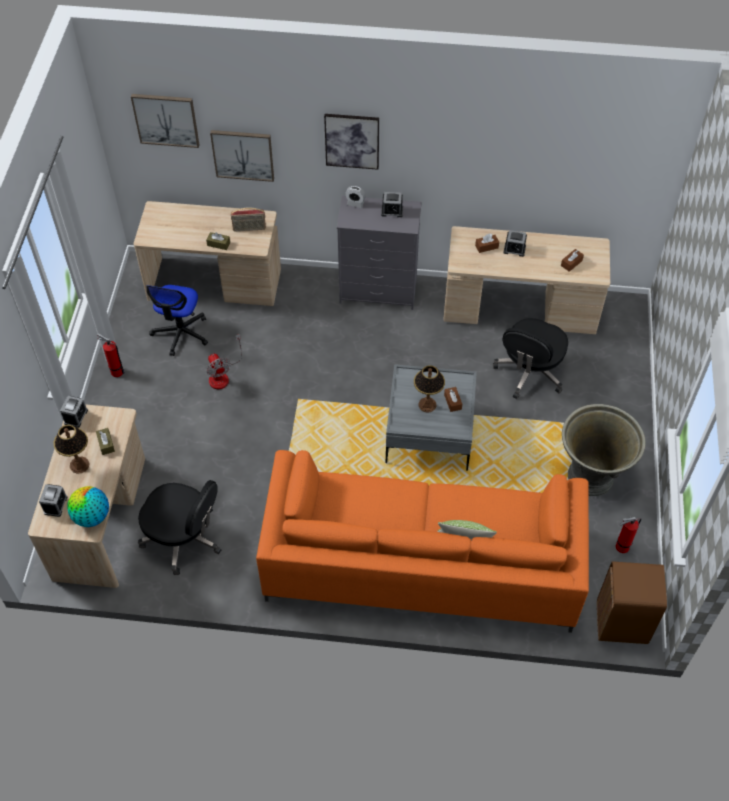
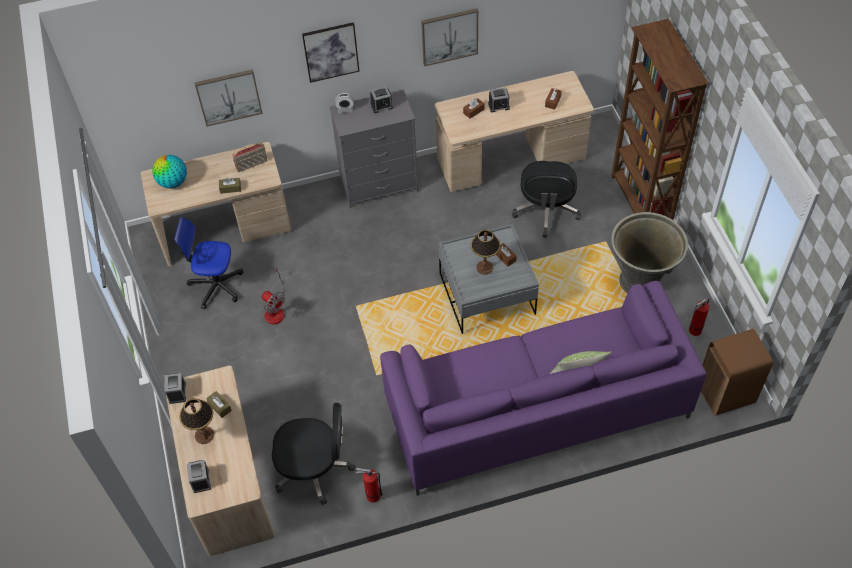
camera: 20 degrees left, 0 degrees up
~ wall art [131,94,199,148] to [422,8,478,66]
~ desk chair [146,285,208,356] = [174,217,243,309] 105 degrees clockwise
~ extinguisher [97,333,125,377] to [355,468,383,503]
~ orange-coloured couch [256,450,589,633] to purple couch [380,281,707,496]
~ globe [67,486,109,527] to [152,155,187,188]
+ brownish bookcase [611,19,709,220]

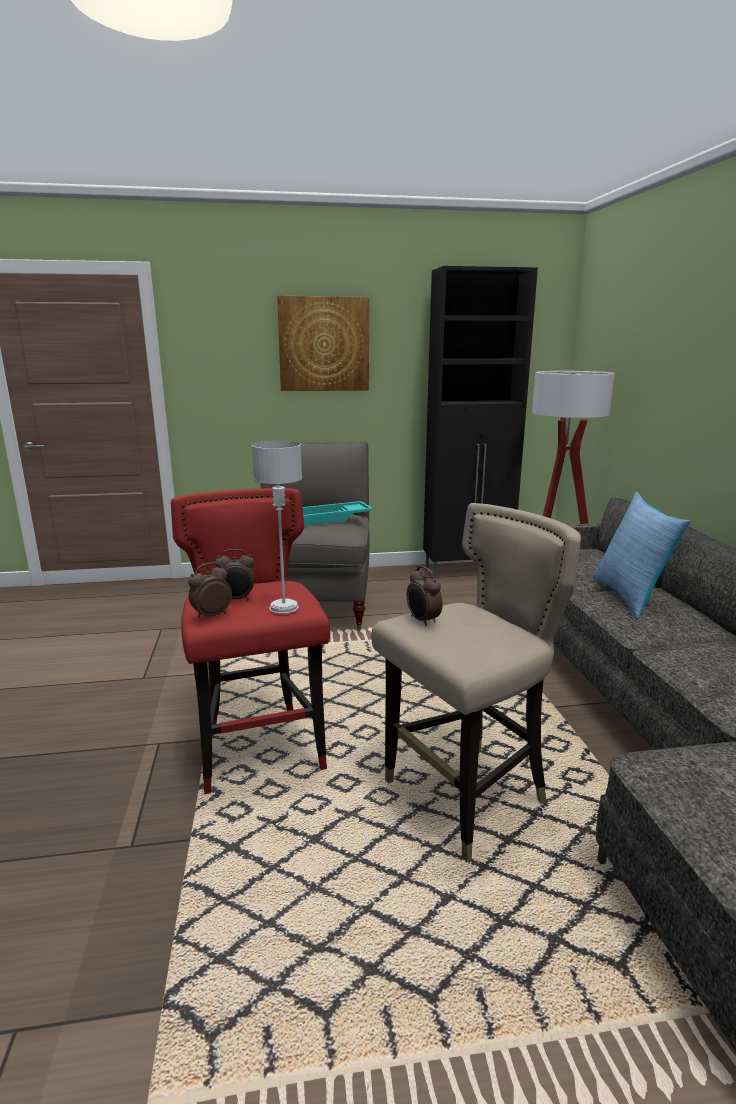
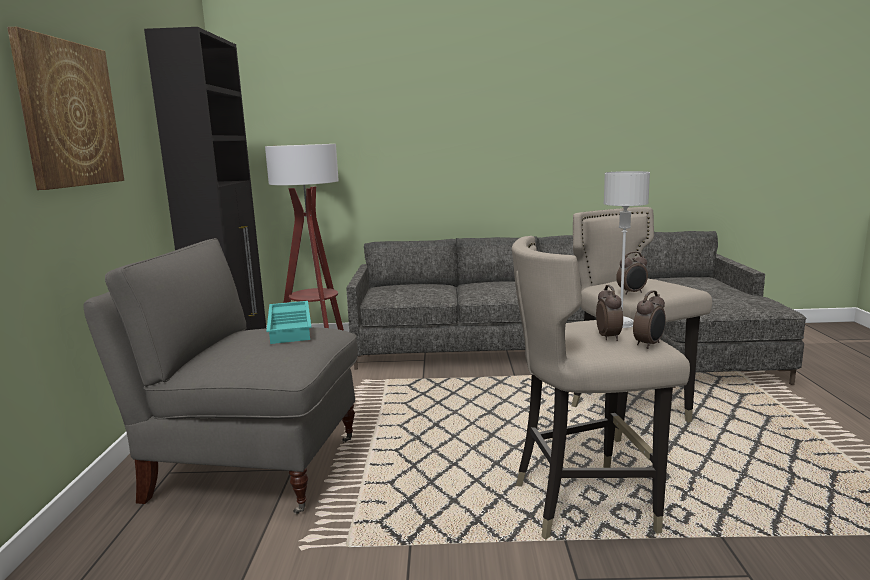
camera: 80 degrees left, 5 degrees down
~ reddish sitting stool [171,488,330,794] to beige sitting stool [512,236,690,540]
- pillow [593,492,691,619]
~ bedside clock [188,562,232,620] = [633,290,666,349] 105 degrees counterclockwise

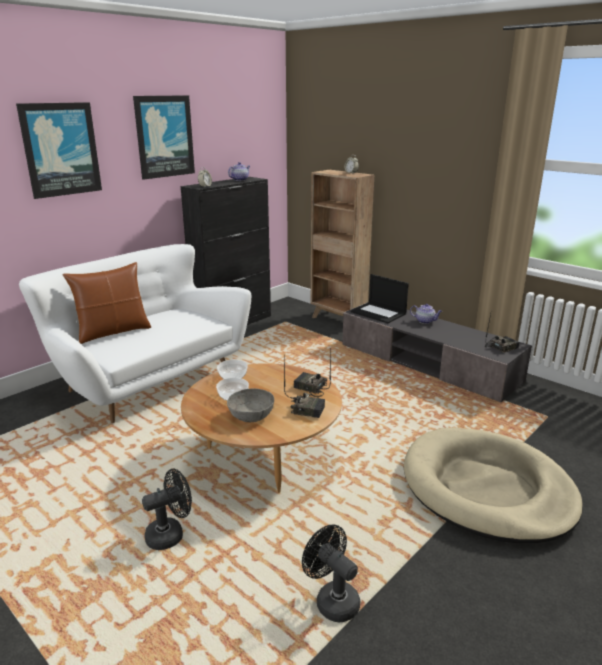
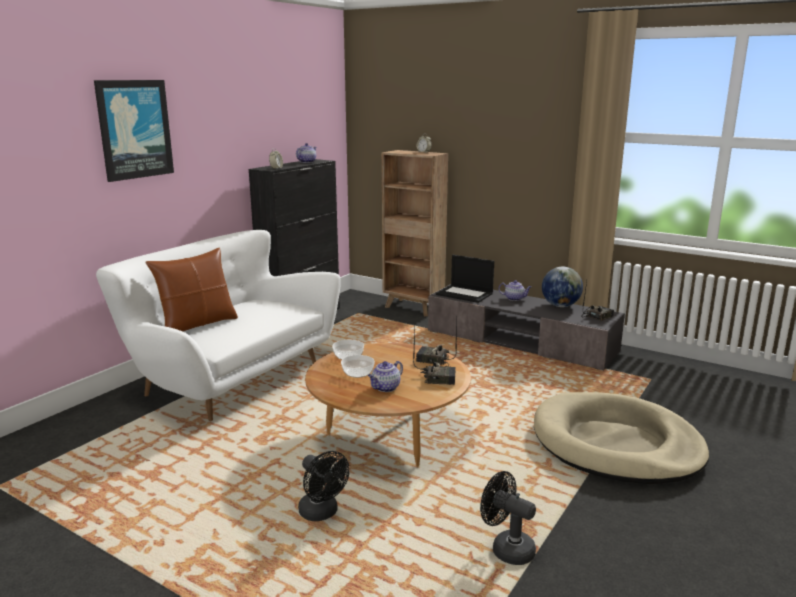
camera: 10 degrees left, 5 degrees down
- wall art [133,95,195,180]
~ gray deep dish [227,388,274,422] to pot for tea [368,361,403,392]
~ black-coloured electric fan [142,469,192,550] = [298,451,350,521] 90 degrees clockwise
+ globe [542,267,583,307]

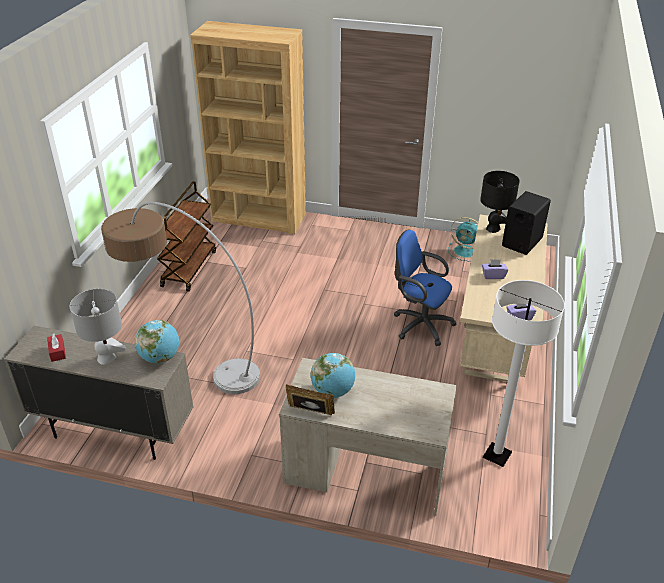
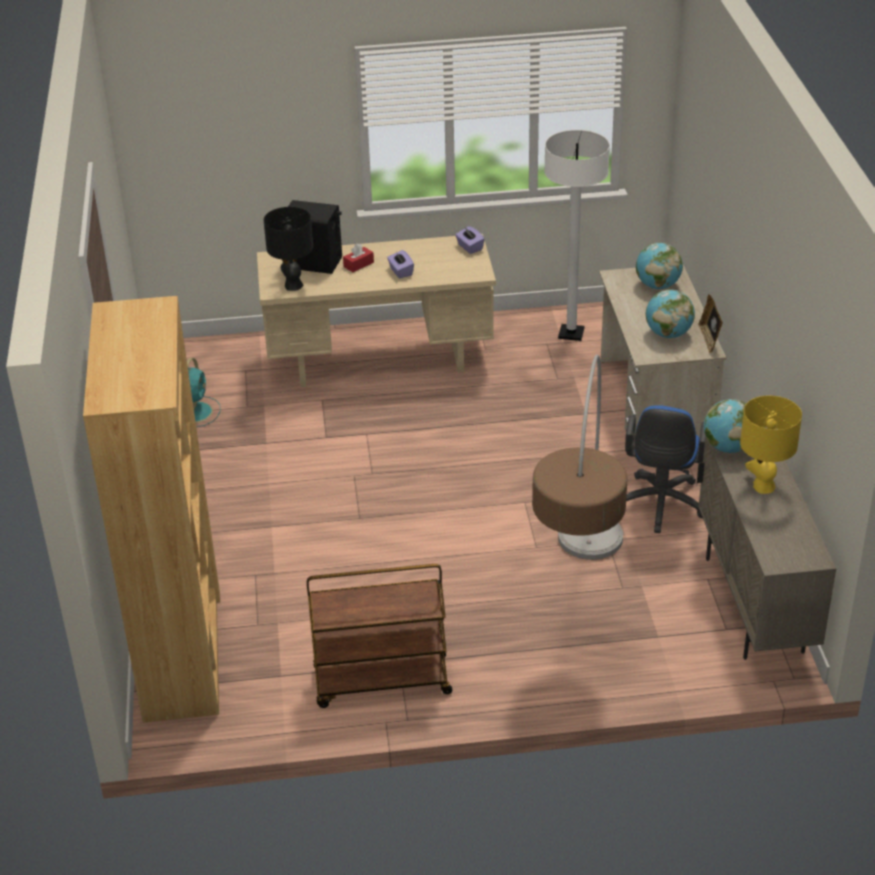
camera: 110 degrees left, 0 degrees up
~ bluish desk chair [394,230,457,346] to [625,405,705,533]
~ gray table lamp [70,289,126,365] to yellow-coloured table lamp [740,395,802,494]
~ reddish tissue holder [47,333,66,362] to [343,243,374,272]
+ globe [636,242,683,289]

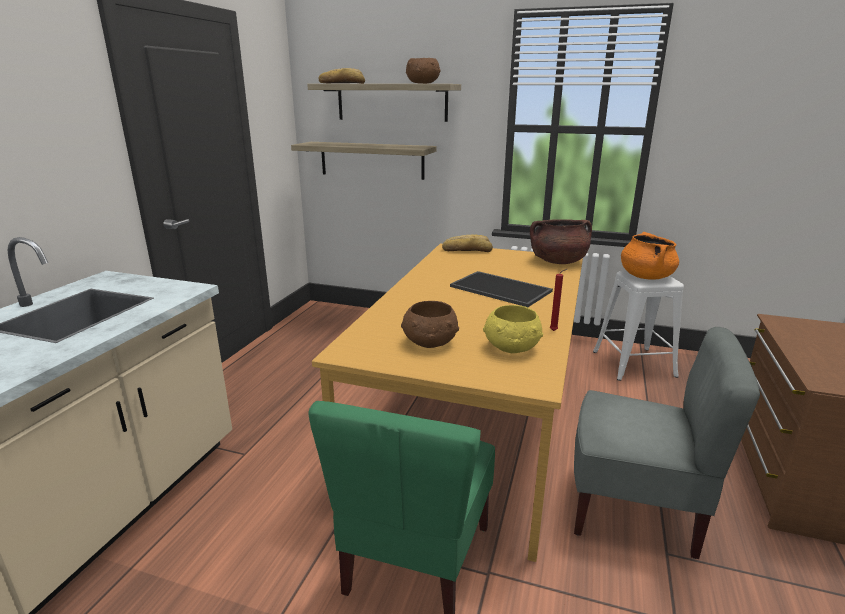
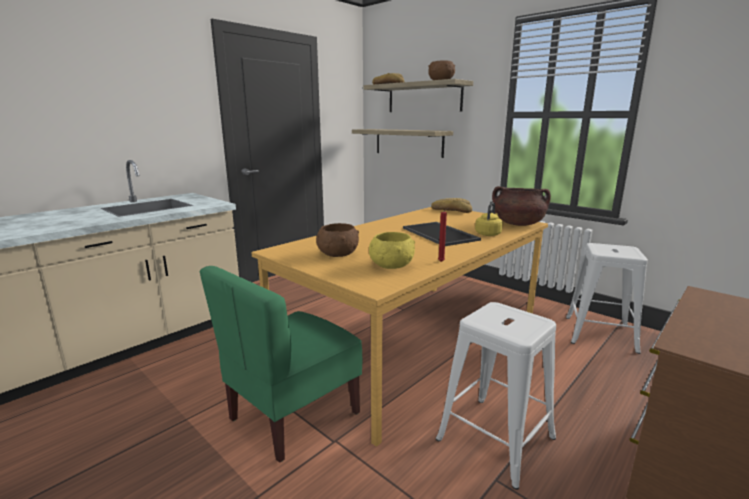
camera: 25 degrees right, 5 degrees down
- orange-coloured stockpot [621,232,679,280]
~ gray plain chair [574,327,760,559] to white-coloured sitting stool [436,302,556,490]
+ yellow-coloured water kettle [475,202,503,236]

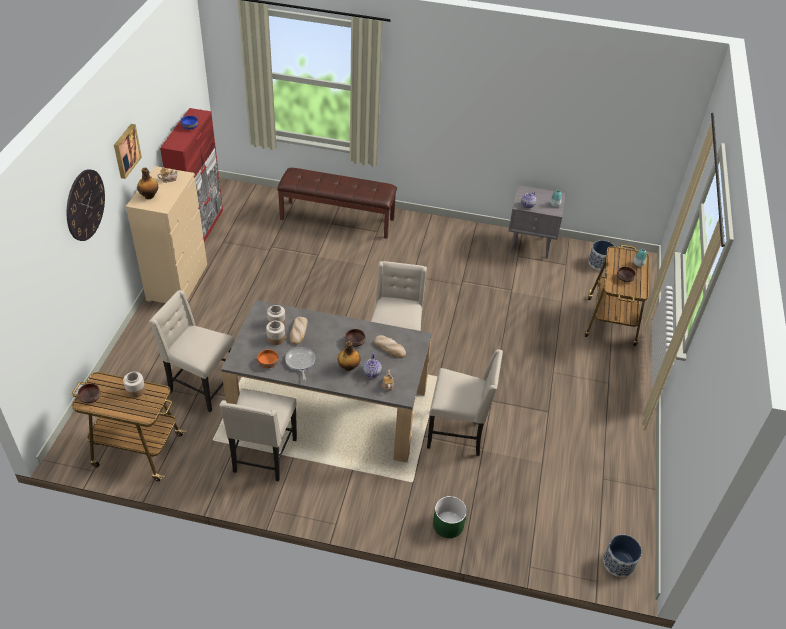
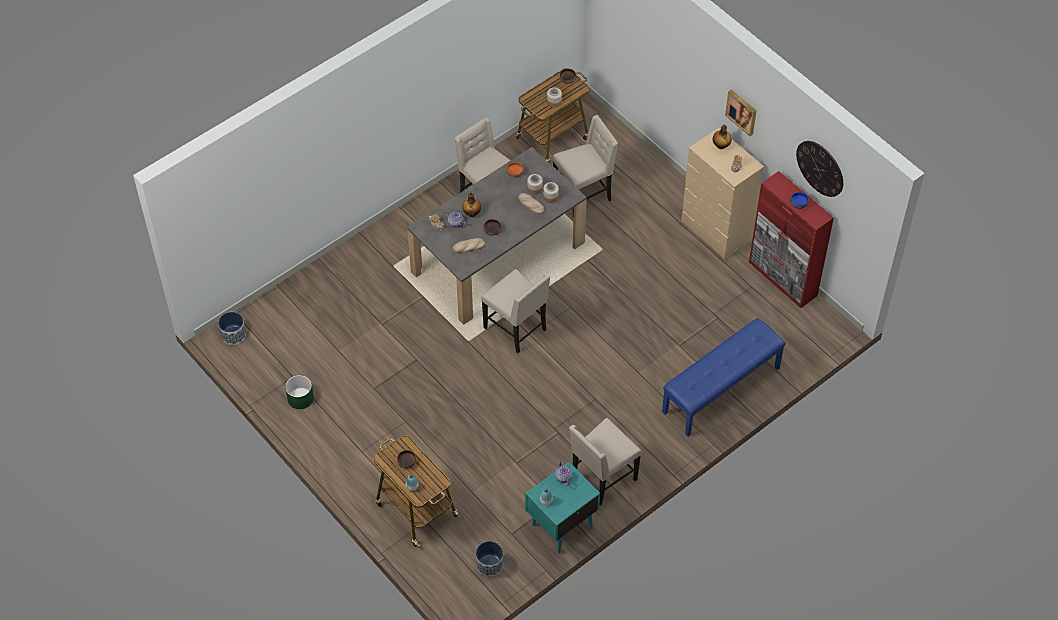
camera: 130 degrees right, 10 degrees up
~ brownish indoor bench [277,168,397,239] to bluish indoor bench [662,318,786,436]
~ clock on the wall [67,169,105,241] to [796,141,843,197]
~ gray night table [509,185,565,259] to turquoise-coloured night table [525,462,600,553]
- pan [285,347,315,380]
~ beige plain chair [427,349,503,456] to [569,418,641,506]
~ greenish planter [433,496,467,538] to [285,375,314,409]

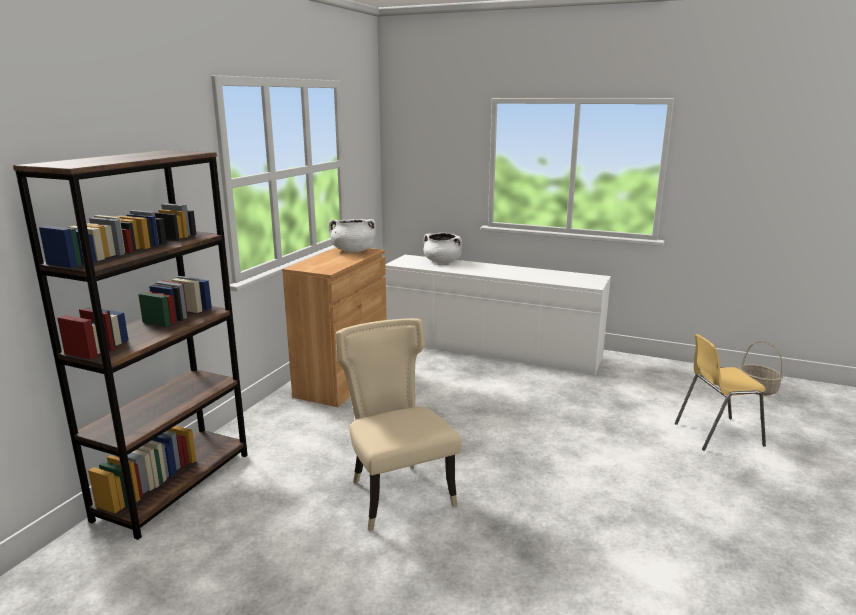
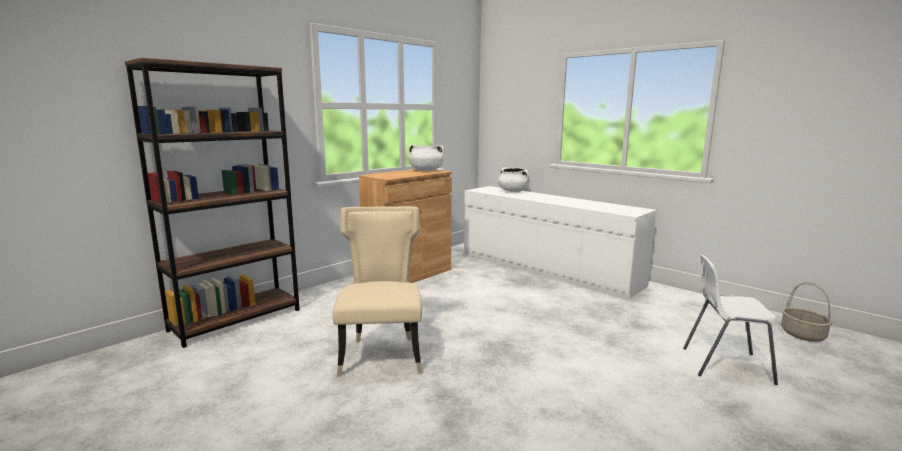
camera: 20 degrees right, 5 degrees down
~ yellow-coloured plain chair [675,334,766,451] to white-coloured plain chair [683,255,778,385]

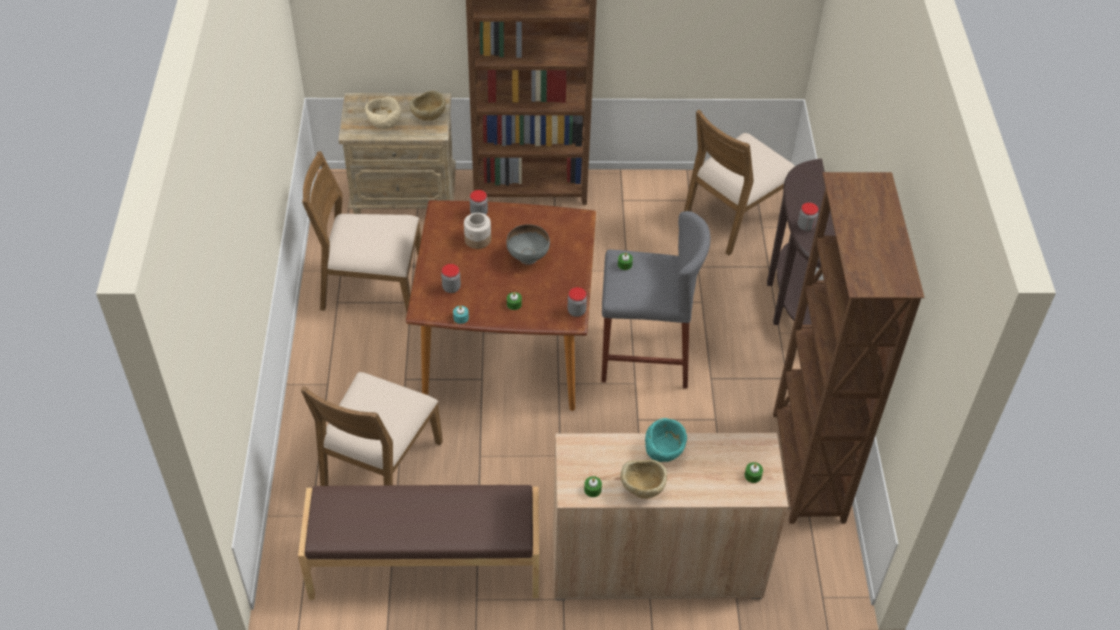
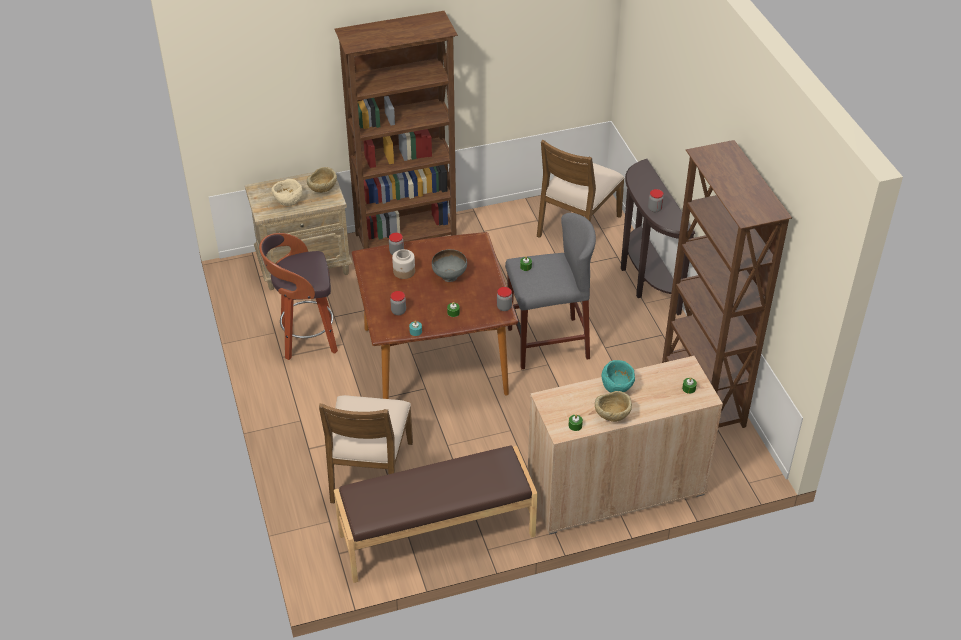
camera: 15 degrees left, 5 degrees down
~ brownish plain chair [302,151,421,312] to sitting stool [259,233,338,360]

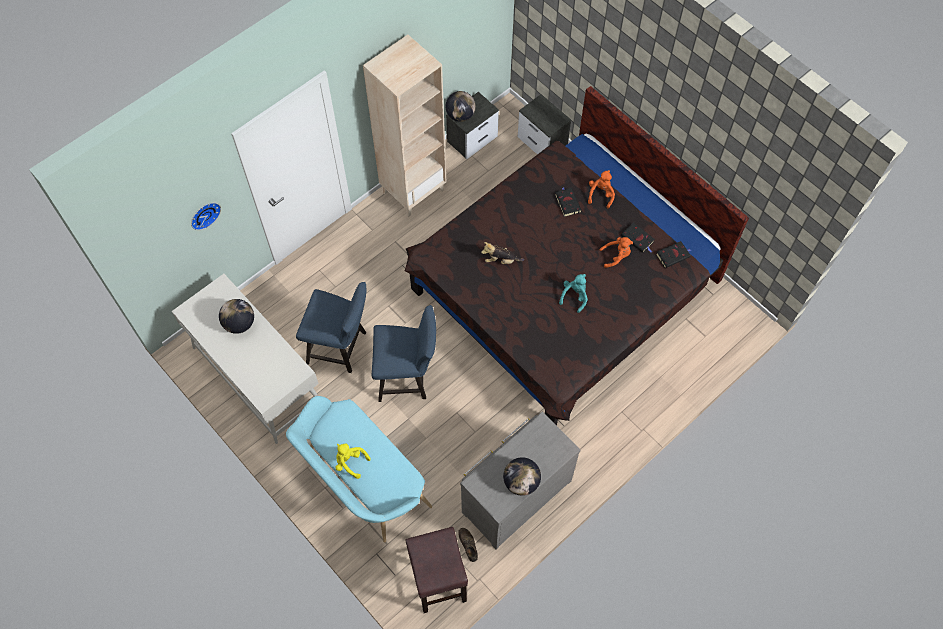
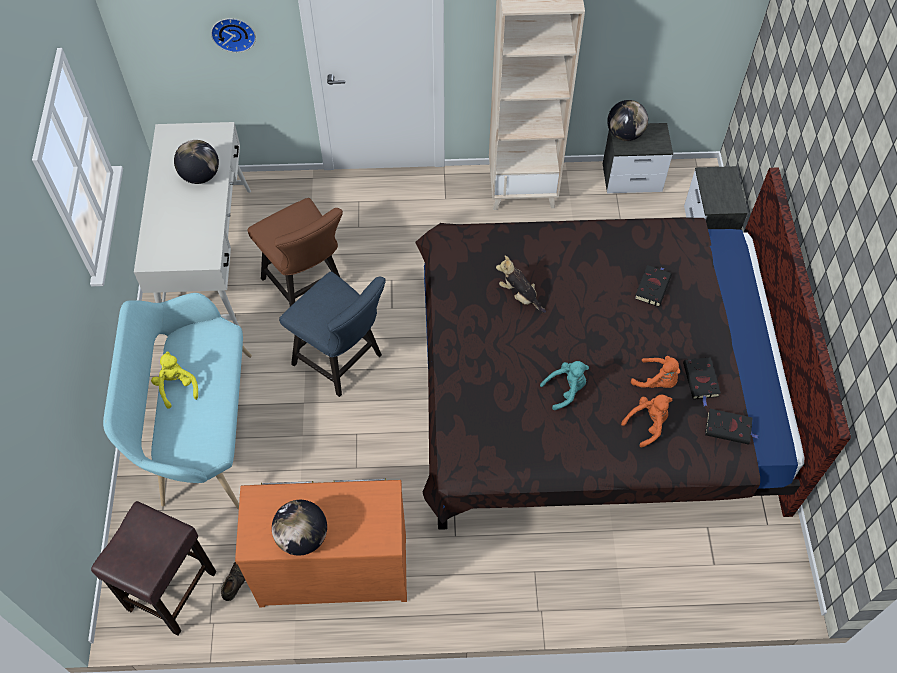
camera: 40 degrees right, 5 degrees down
~ orange-coloured cuddly toy [588,170,615,209] to [621,394,672,447]
~ bluish plain chair [296,282,366,373] to brownish plain chair [247,198,343,306]
~ gray chest of drawers [460,412,581,550] to orange-coloured chest of drawers [235,478,407,607]

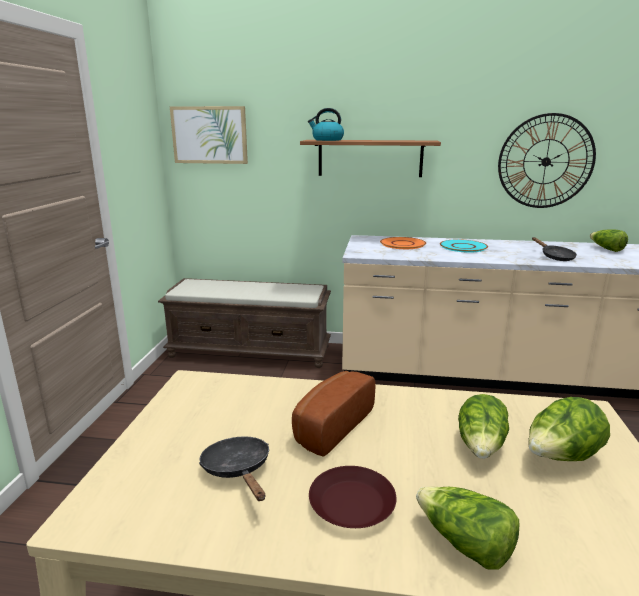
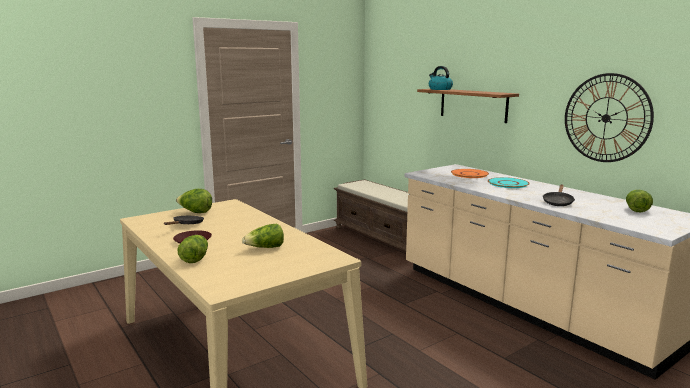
camera: 45 degrees right, 5 degrees down
- wall art [170,106,248,164]
- bakery bread [292,371,375,457]
~ head of lettuce [528,397,610,461] to [176,189,212,213]

